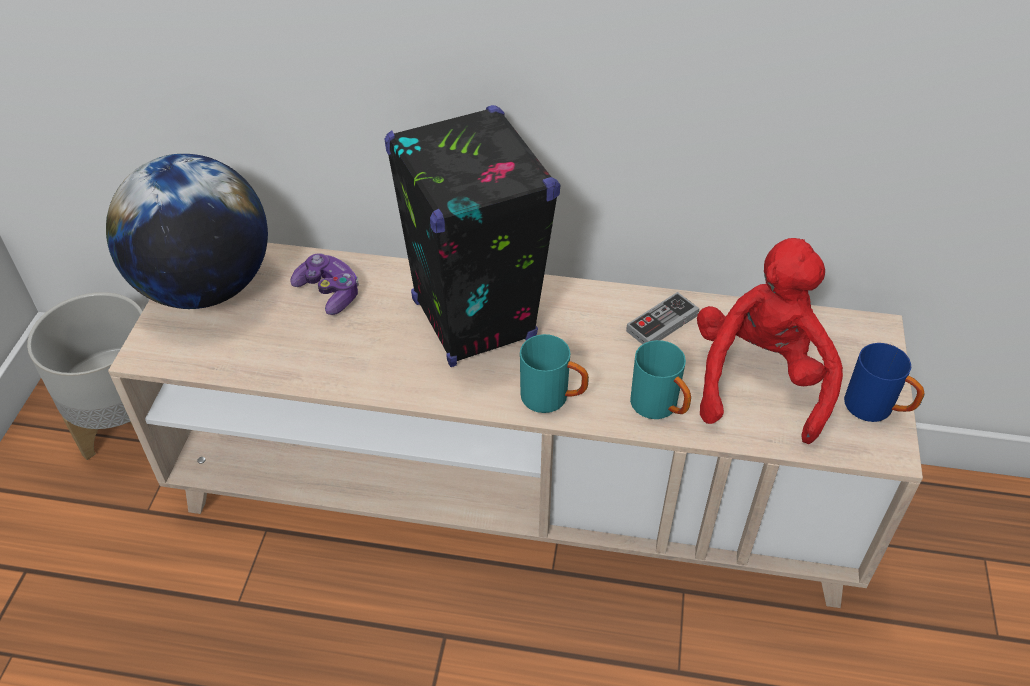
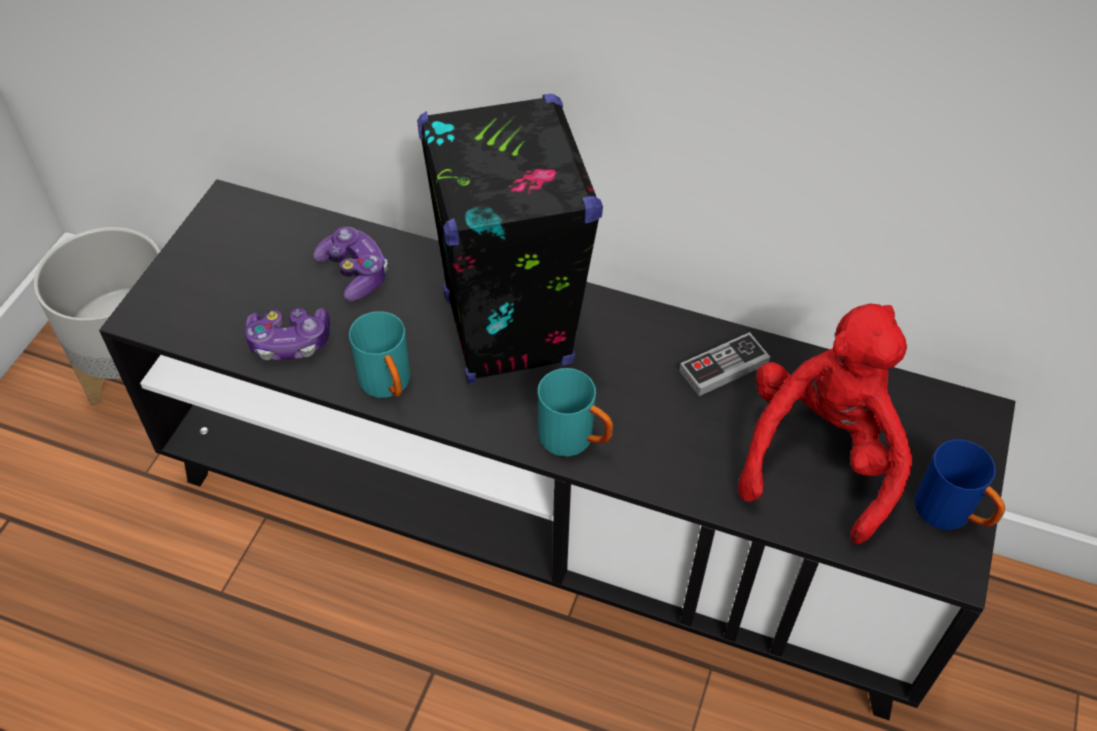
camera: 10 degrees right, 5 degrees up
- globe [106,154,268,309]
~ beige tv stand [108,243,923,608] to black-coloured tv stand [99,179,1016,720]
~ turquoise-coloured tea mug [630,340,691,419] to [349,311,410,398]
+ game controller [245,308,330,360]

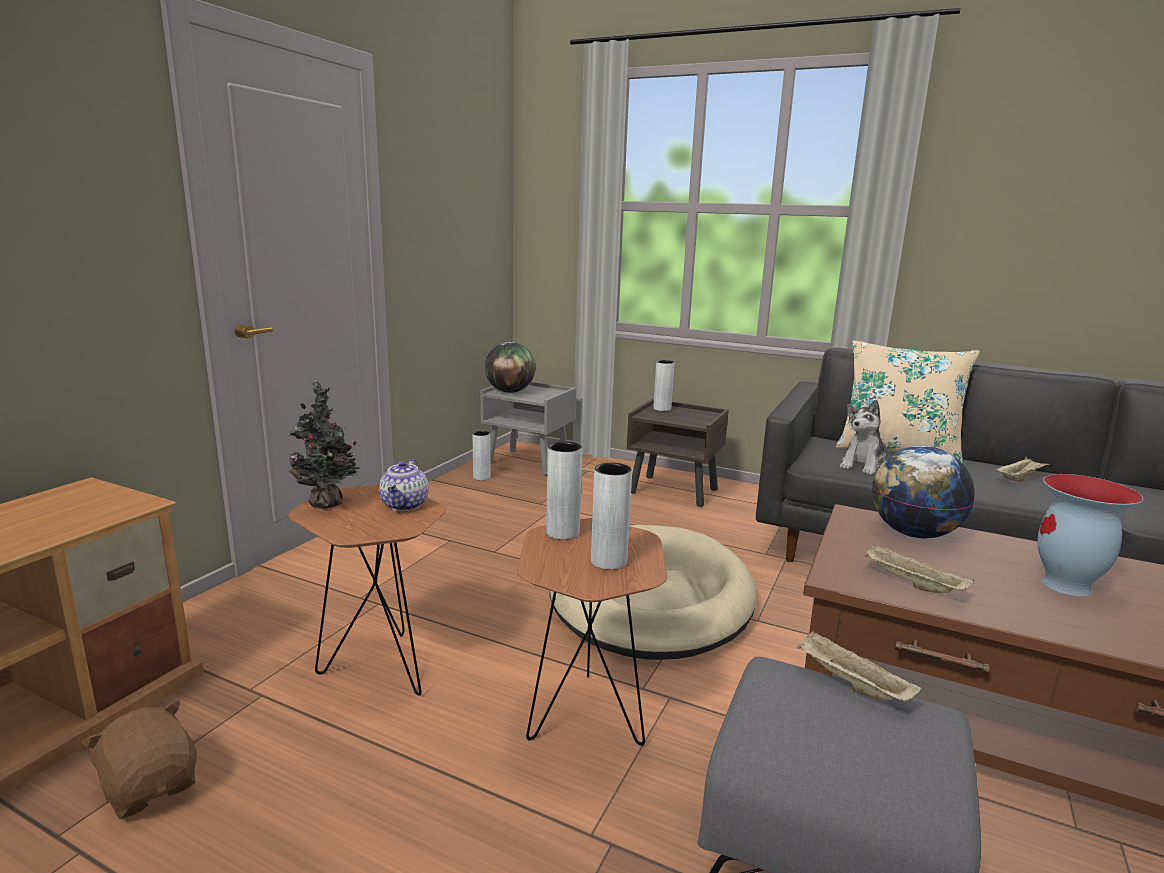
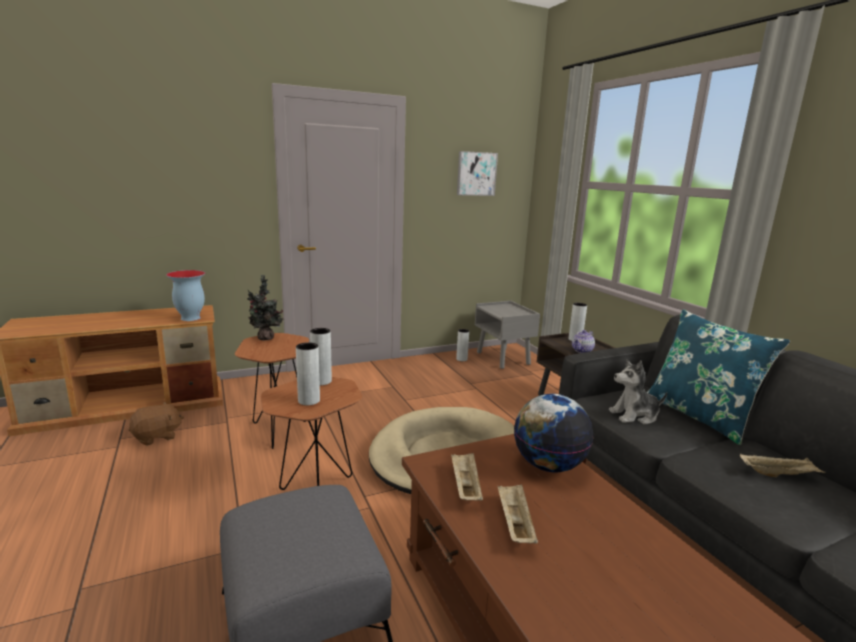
camera: 40 degrees right, 0 degrees up
~ beige pillow [836,340,980,463] to bluish pillow [646,309,790,445]
- globe [485,342,535,393]
~ pot for tea [379,459,429,511] to [572,330,595,353]
~ flower vase [1037,474,1143,596] to [166,270,205,321]
~ beige tray [796,631,921,701] to [498,484,538,543]
~ brownish cuddly toy [81,701,197,819] = [129,402,184,446] 60 degrees clockwise
+ wall art [457,151,498,196]

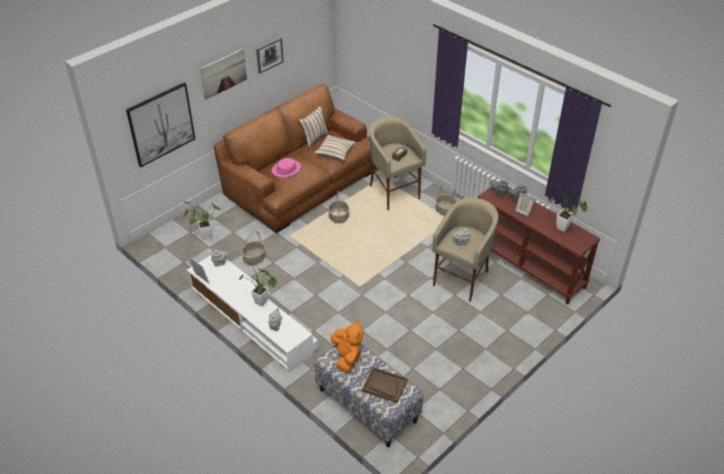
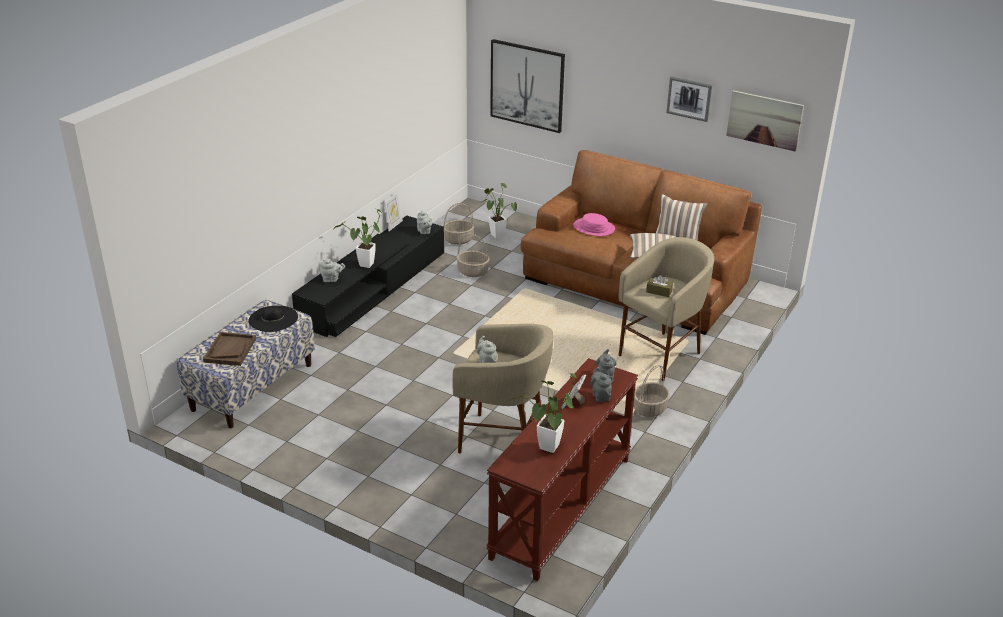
camera: 75 degrees right, 10 degrees down
~ wall art [200,49,247,99] to [726,90,804,151]
~ basket [328,190,349,223] to [443,203,474,245]
~ white-coloured tv stand [187,255,318,373] to black-coloured tv stand [292,216,444,337]
~ orange-coloured cuddly toy [331,320,363,372] to black-coloured wearable hat [248,306,298,332]

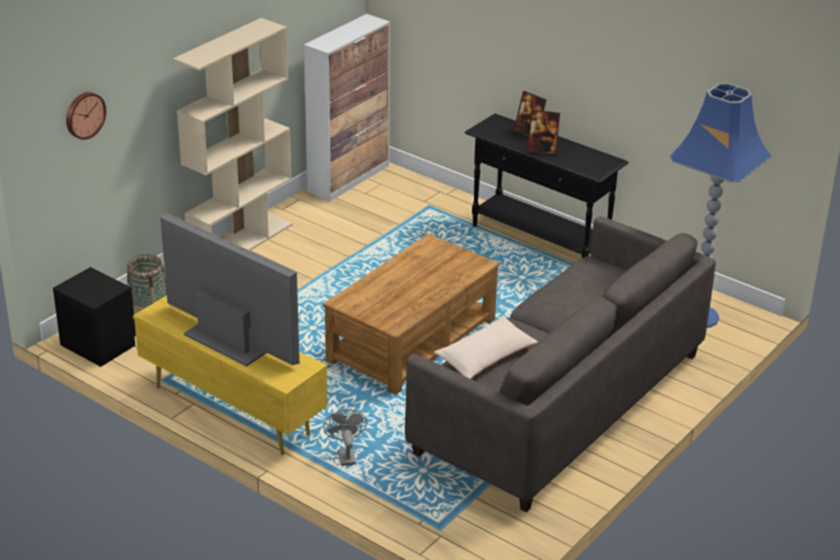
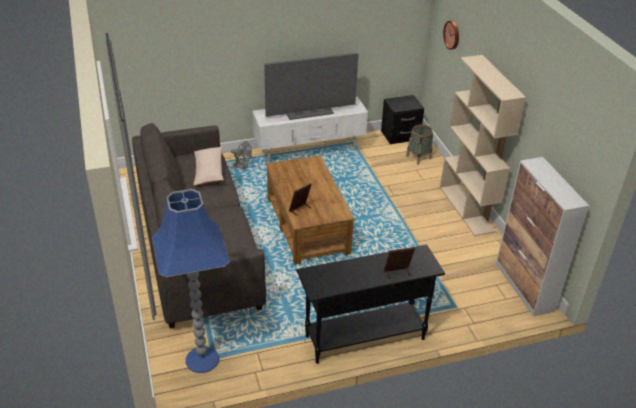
camera: 125 degrees right, 5 degrees up
~ standing frame [527,110,560,155] to [289,183,312,216]
~ yellow-coloured tv stand [133,295,327,455] to white-coloured tv stand [252,97,368,163]

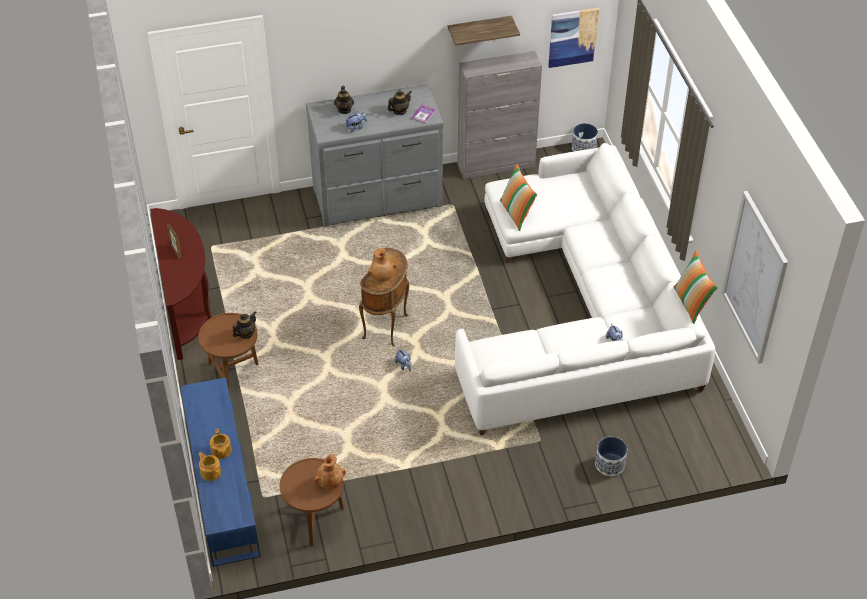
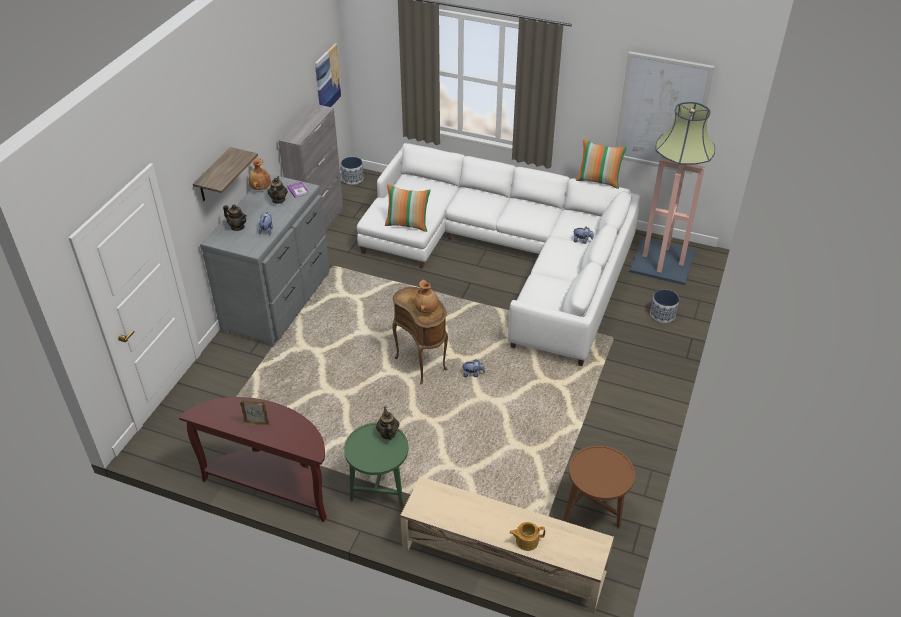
camera: 55 degrees left, 5 degrees down
~ wall shelf [448,16,520,46] to [193,147,258,201]
~ brownish end table [198,313,259,390] to greenish end table [344,422,408,507]
~ bluish tv stand [181,377,260,567] to beige tv stand [400,476,614,614]
- pot for tea [210,429,232,459]
~ brownish flower vase [314,454,346,489] to [249,158,271,190]
+ floor lamp [630,102,715,285]

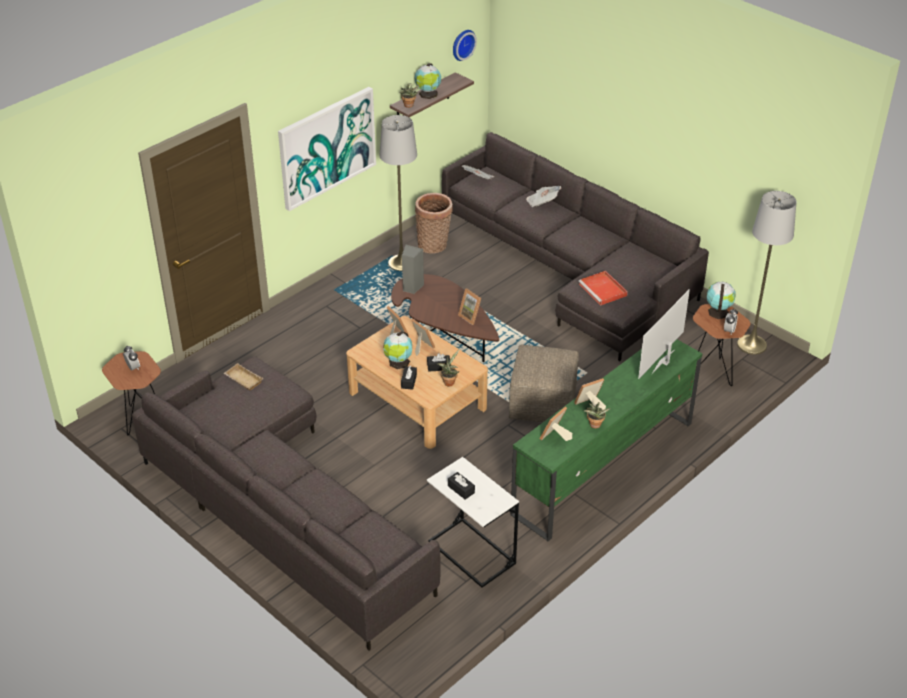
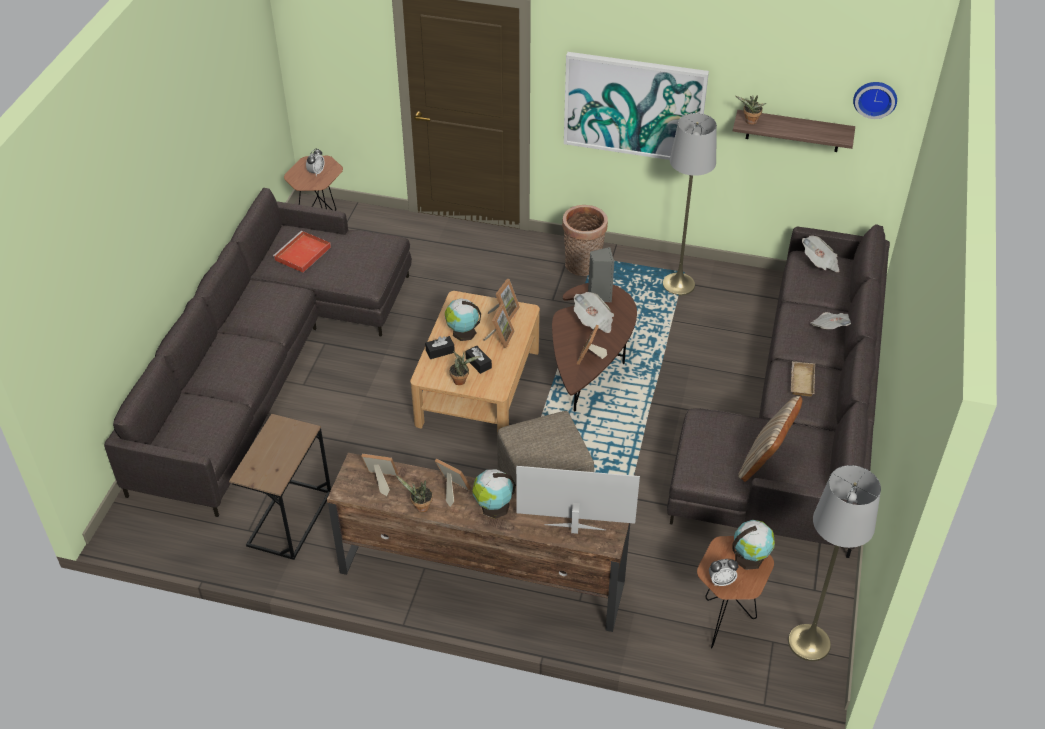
camera: 60 degrees right, 5 degrees up
~ globe [415,63,441,99] to [472,469,516,519]
~ basket [415,193,453,254] to [562,205,608,276]
~ reddish tray [578,271,628,306] to [273,231,331,273]
~ greenish tv stand [510,340,703,542] to brownish tv stand [327,453,630,632]
~ beige tray [223,363,263,390] to [791,361,815,397]
~ white-coloured end table [427,457,519,588] to brownish end table [229,414,331,560]
- black-coloured tissue holder [448,472,475,499]
+ printed paper [574,292,614,333]
+ beige pillow [738,396,802,482]

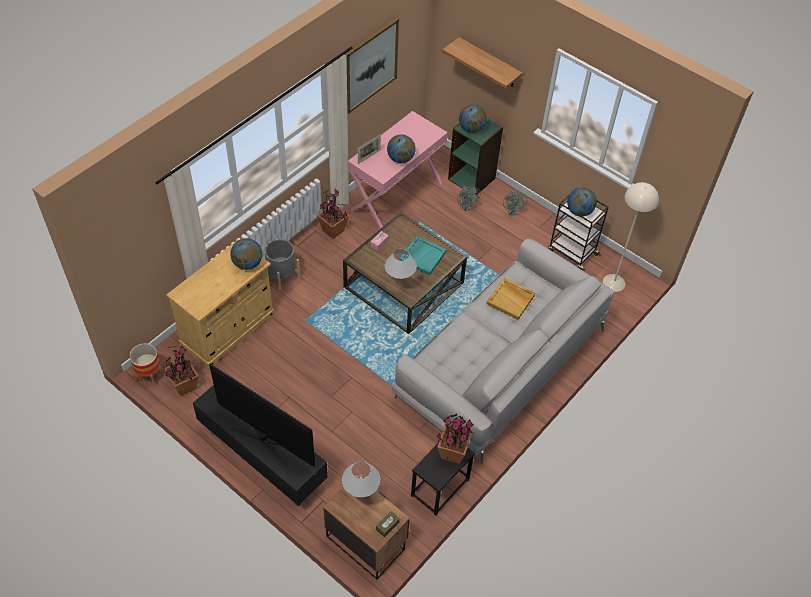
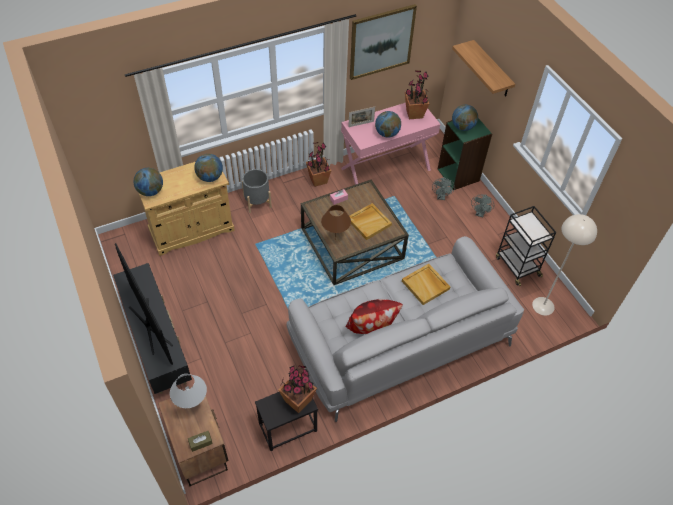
camera: 25 degrees right, 0 degrees up
~ globe [567,187,597,216] to [133,168,163,196]
~ turquoise-coloured tray [399,236,446,276] to beige tray [349,203,392,240]
~ white-coloured table lamp [385,249,417,287] to brownish table lamp [321,205,351,241]
- planter [129,343,163,386]
~ plant in a pot [164,346,198,396] to [405,70,429,119]
+ pillow [346,299,403,334]

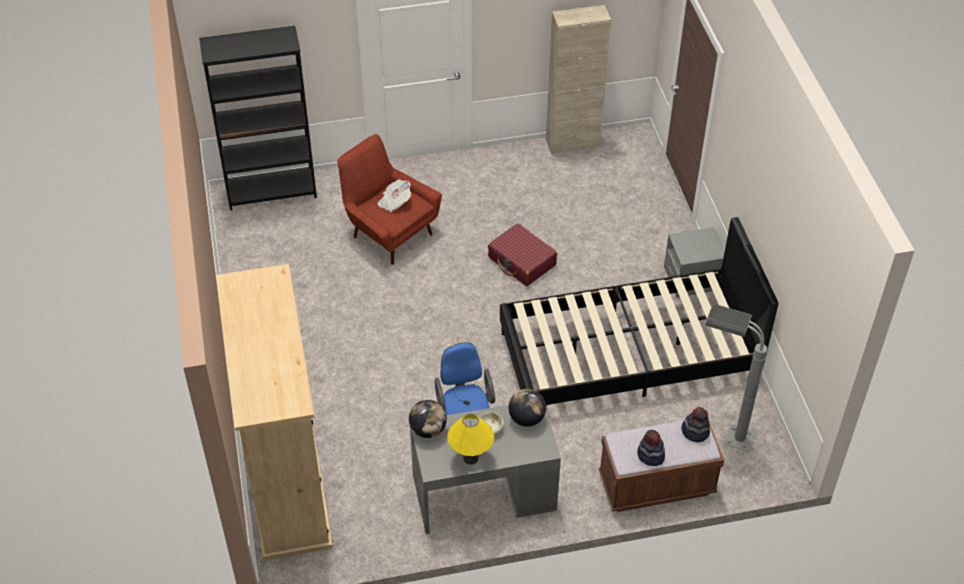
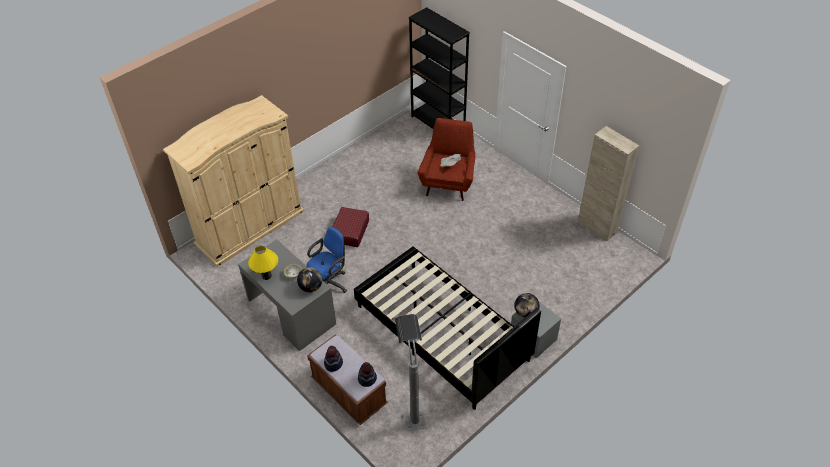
camera: 60 degrees right, 0 degrees up
~ reddish suitcase [488,223,557,286] to [333,207,369,247]
~ globe [409,400,447,438] to [514,293,540,318]

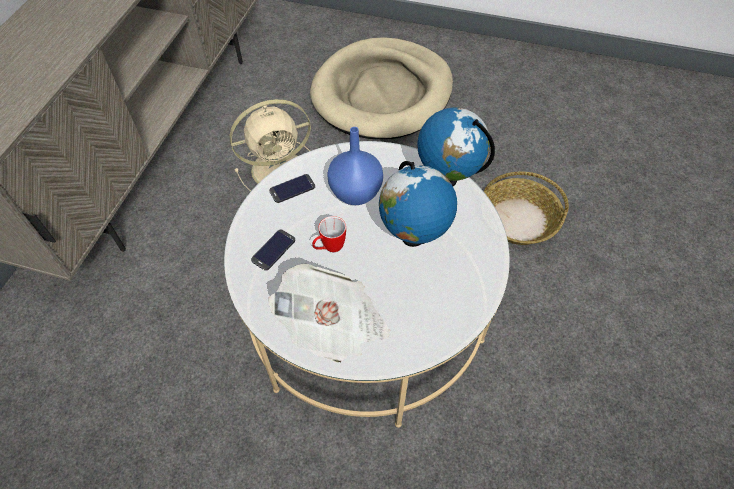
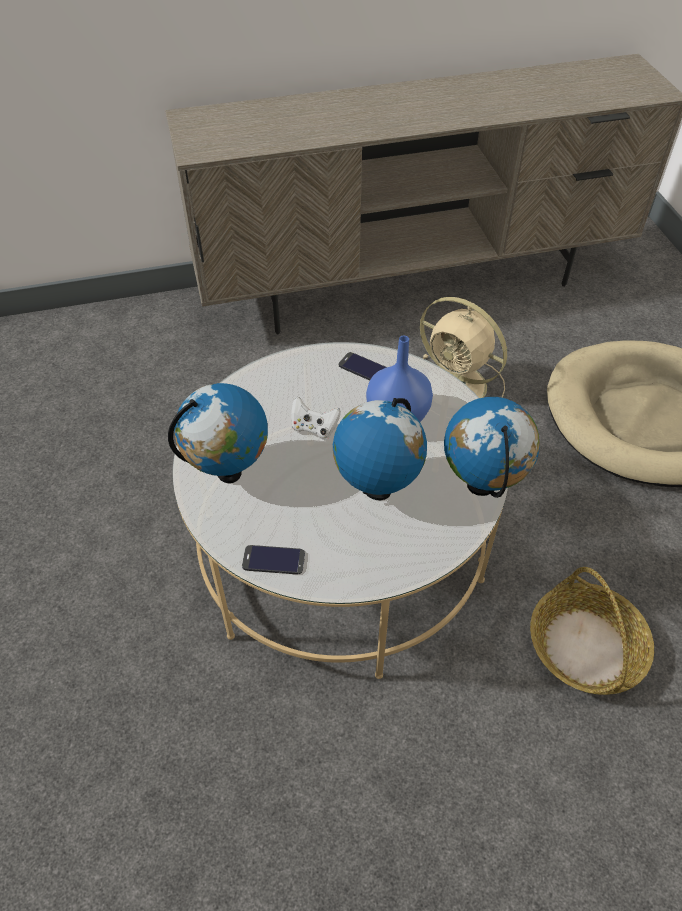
camera: 60 degrees right, 5 degrees down
~ tea mug [312,216,346,252] to white-coloured game controller [291,397,341,439]
~ telephone [251,229,295,270] to [242,545,305,574]
~ printed paper [268,263,390,363] to globe [168,383,268,483]

